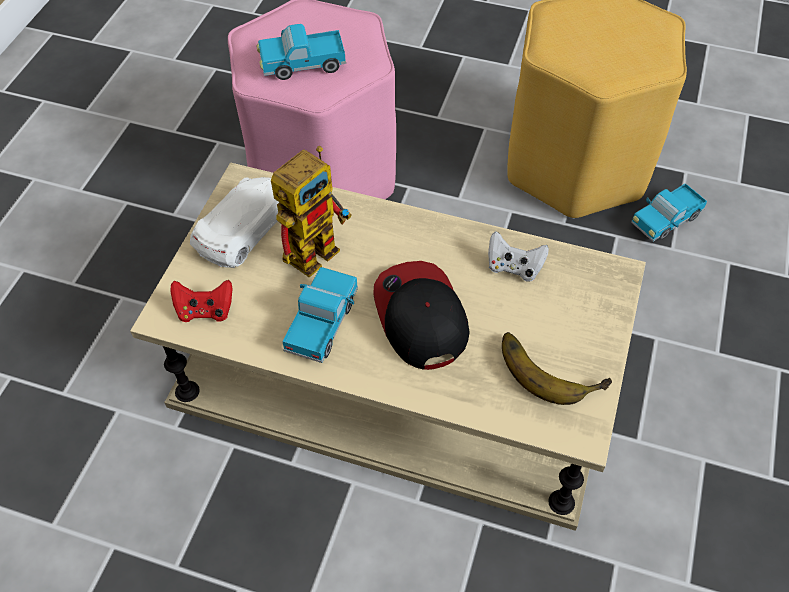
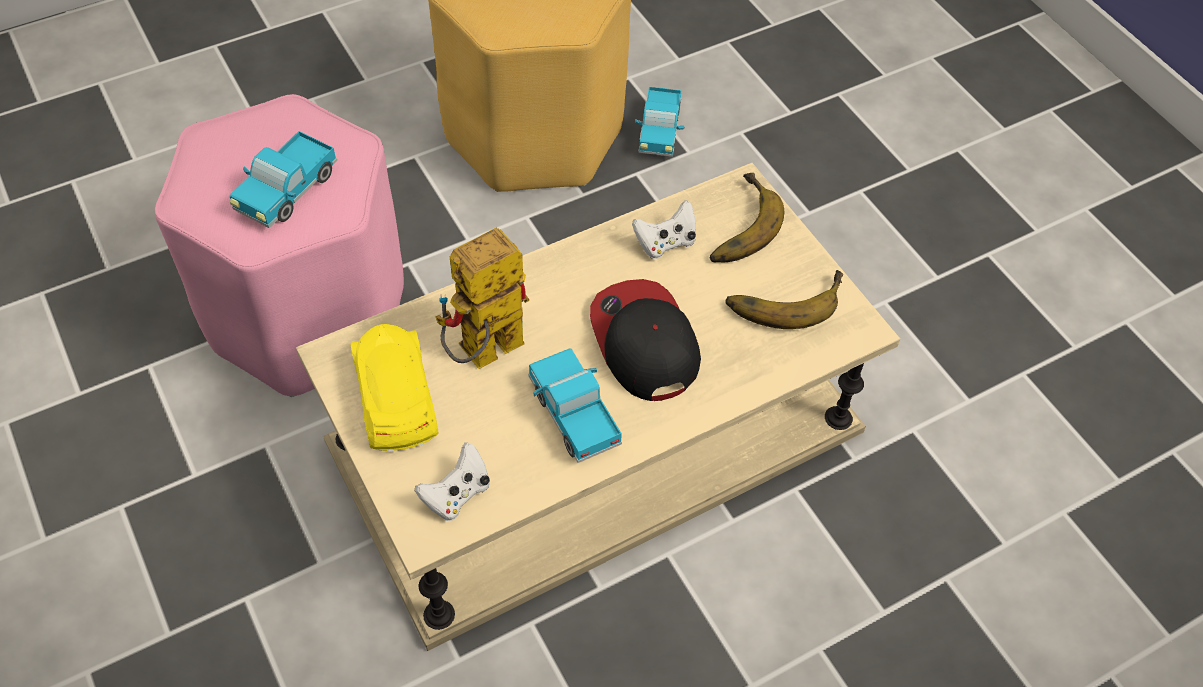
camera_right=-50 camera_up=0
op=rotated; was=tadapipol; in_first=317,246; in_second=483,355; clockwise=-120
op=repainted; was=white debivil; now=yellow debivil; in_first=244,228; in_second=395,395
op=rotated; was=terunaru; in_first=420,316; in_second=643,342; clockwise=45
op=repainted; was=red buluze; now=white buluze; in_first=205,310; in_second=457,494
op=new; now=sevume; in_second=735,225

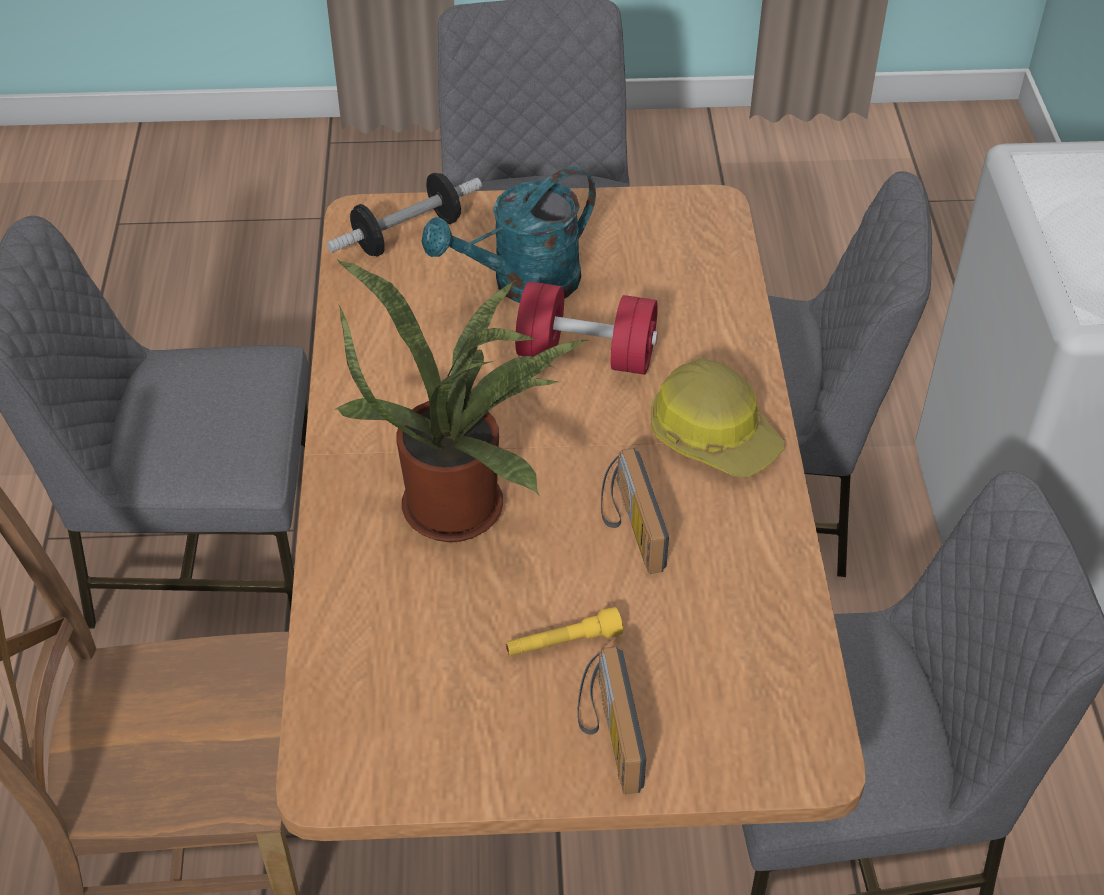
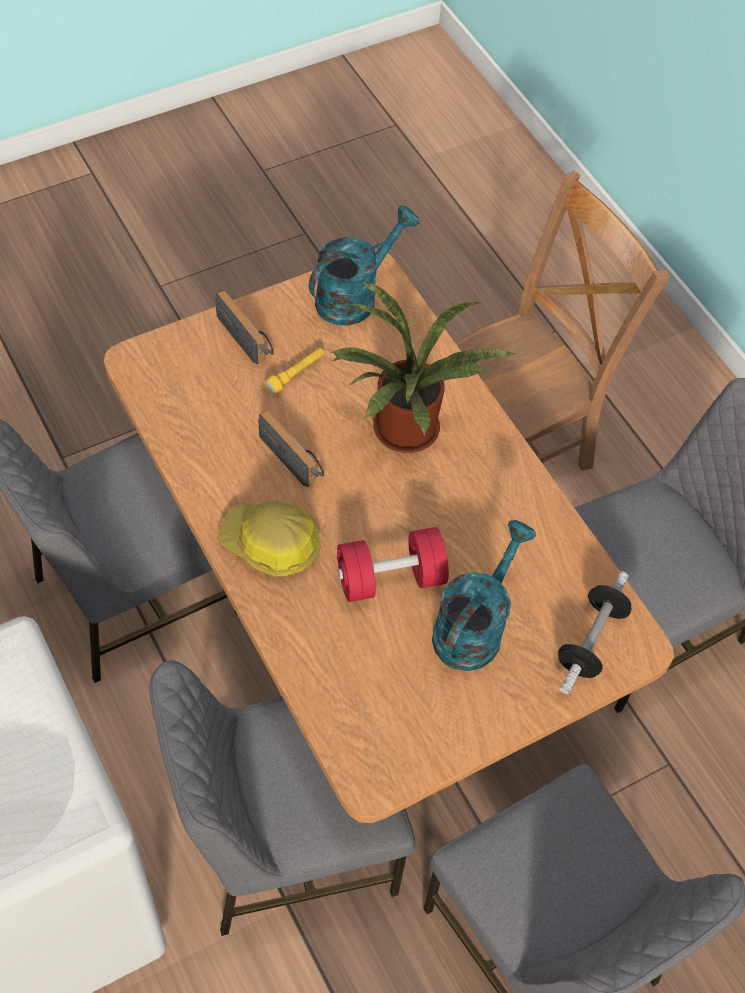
camera_right=150 camera_up=10
op=new; now=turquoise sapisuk; in_second=354,295

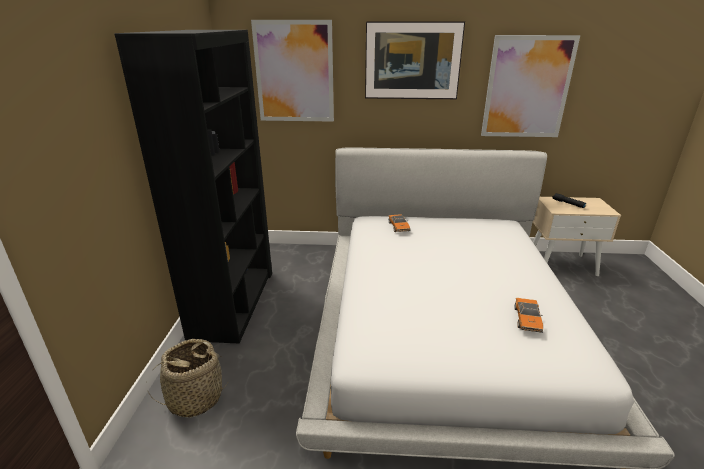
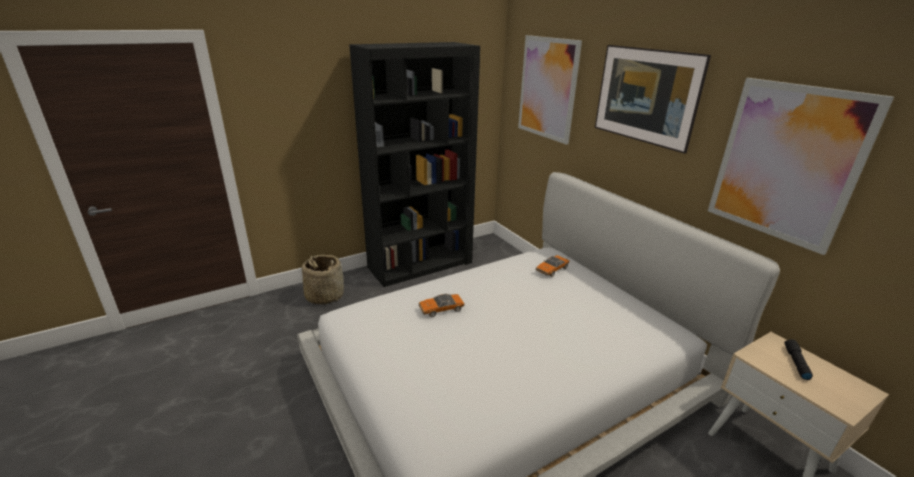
camera_right=55 camera_up=0
op=shifted; was=debivil; in_first=527,320; in_second=441,309

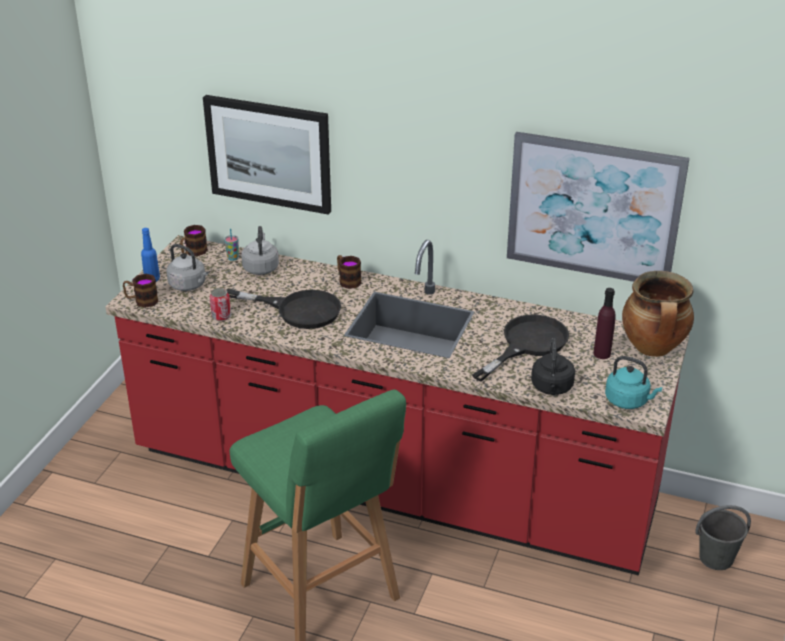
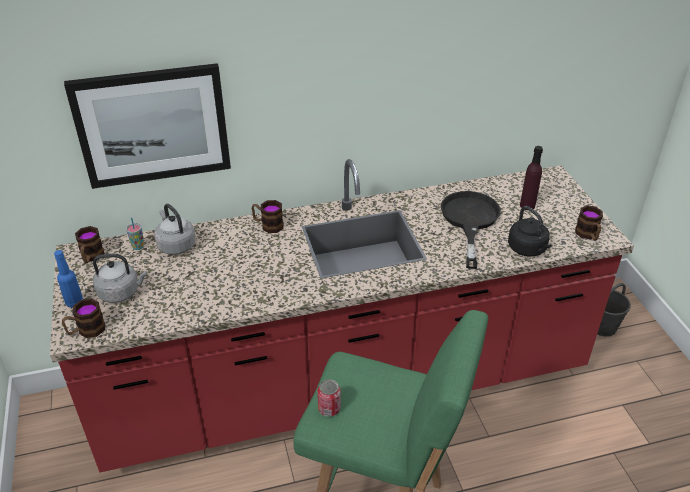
camera_right=-35 camera_up=5
op=gone; was=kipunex; in_first=593,209
op=gone; was=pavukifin; in_first=653,349
op=shifted; was=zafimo; in_first=221,316; in_second=329,408
op=gone; was=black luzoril; in_first=298,310
op=swapped; was=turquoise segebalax; now=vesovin; in_first=628,401; in_second=588,235

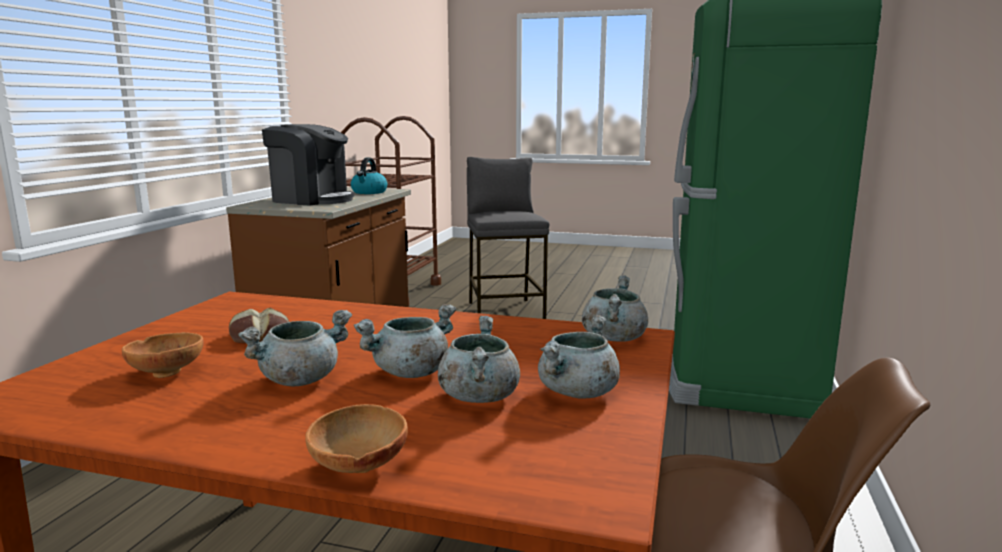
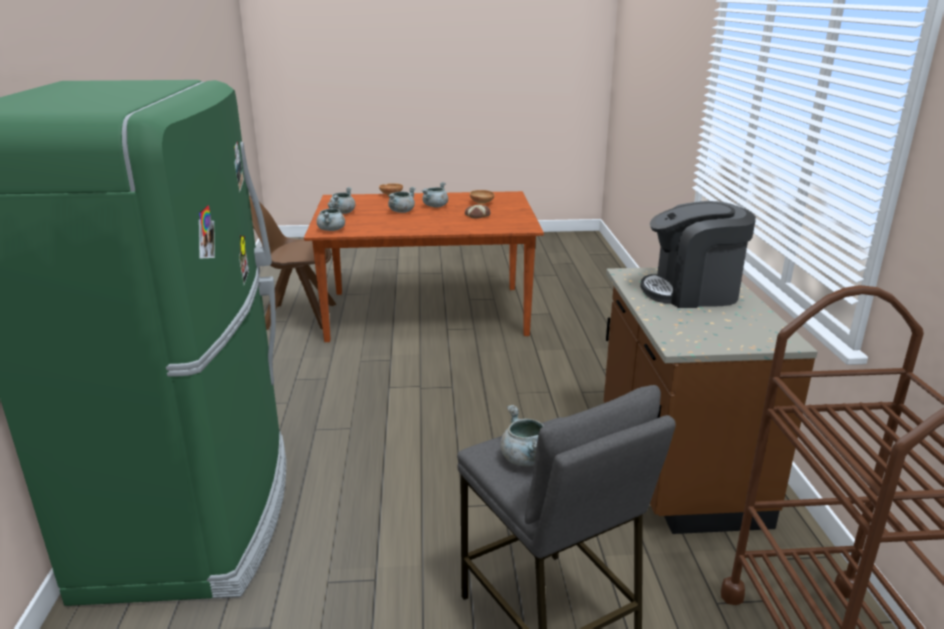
camera_right=160 camera_up=10
op=gone; was=segebalax; in_first=369,192
op=shifted; was=grey pavukifin; in_first=479,396; in_second=526,459

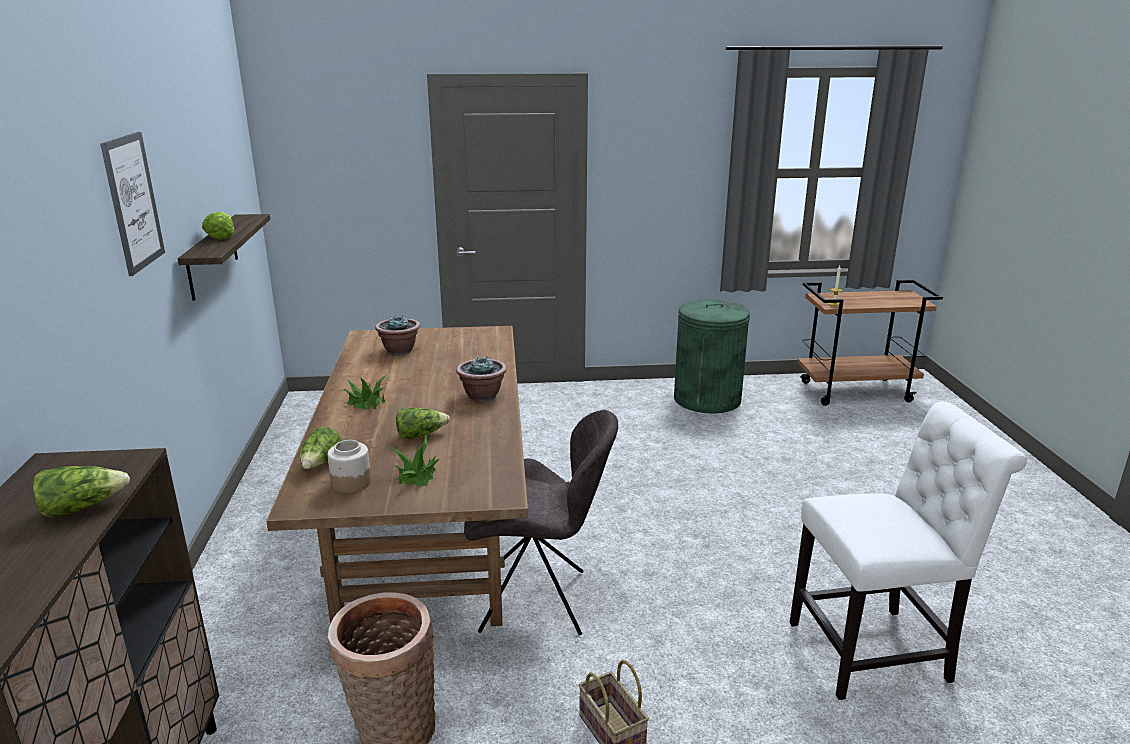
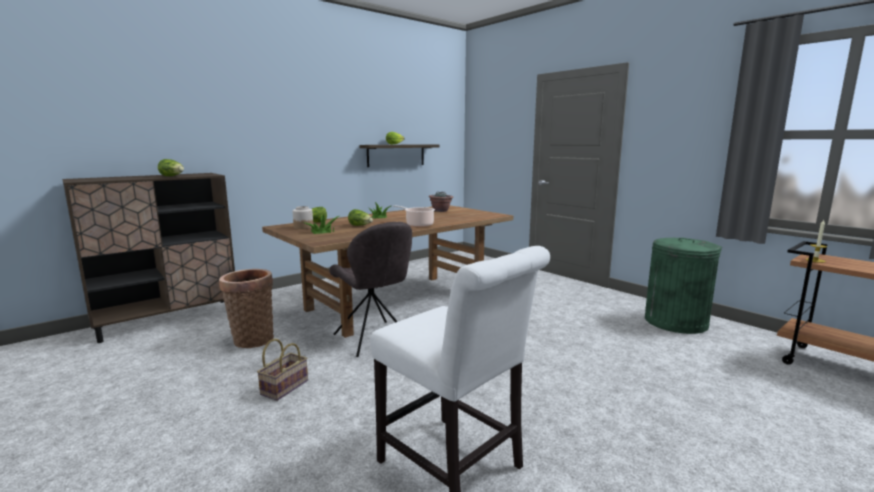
camera_right=55 camera_up=-10
op=gone; was=kipunex; in_first=133,202
op=swapped; was=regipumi; now=pavukifin; in_first=482,396; in_second=418,225

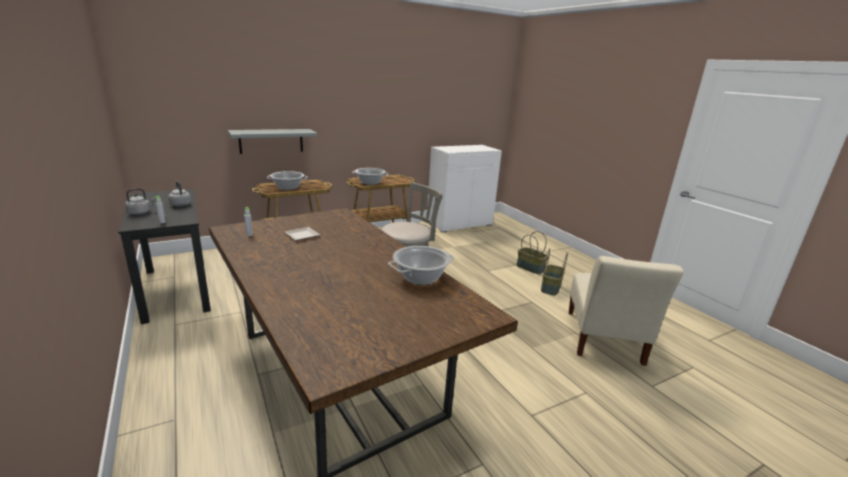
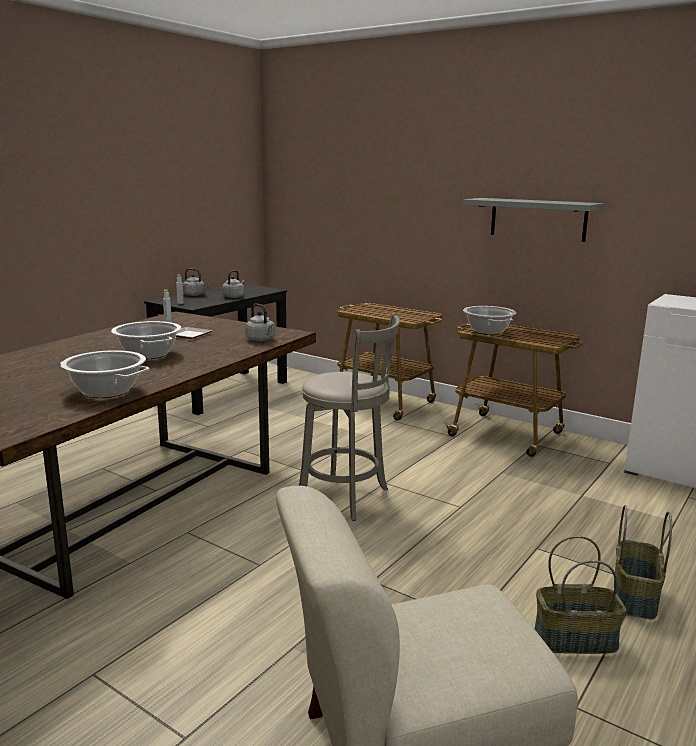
camera_right=65 camera_up=-5
op=shifted; was=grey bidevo; in_first=271,141; in_second=538,219
op=shifted; was=pavukifin; in_first=288,187; in_second=148,354
op=new; now=grey segebalax; in_second=261,340

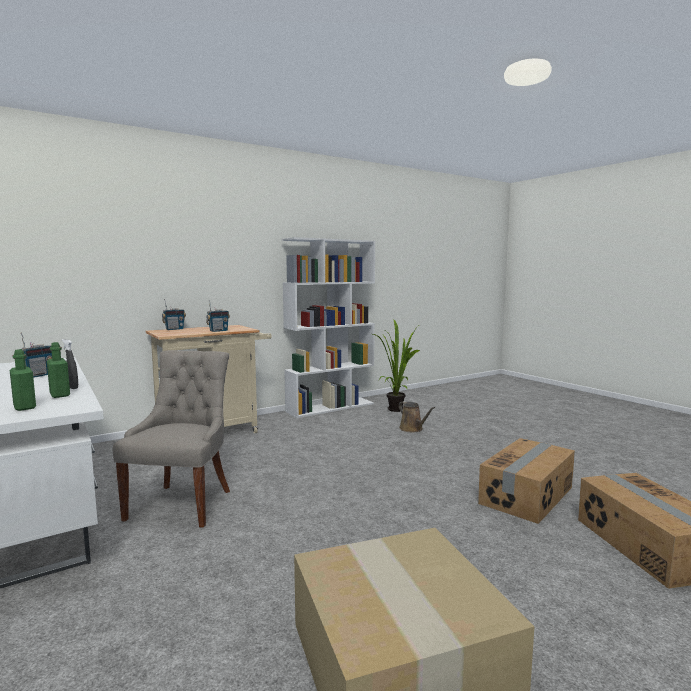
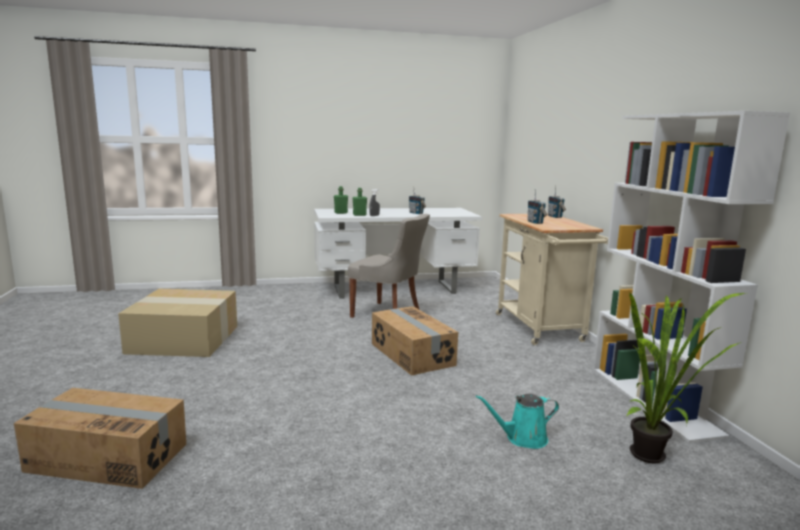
camera_right=110 camera_up=5
op=repainted; was=brown sapisuk; now=turquoise sapisuk; in_first=412,429; in_second=522,438
op=shifted; was=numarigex; in_first=527,495; in_second=411,354

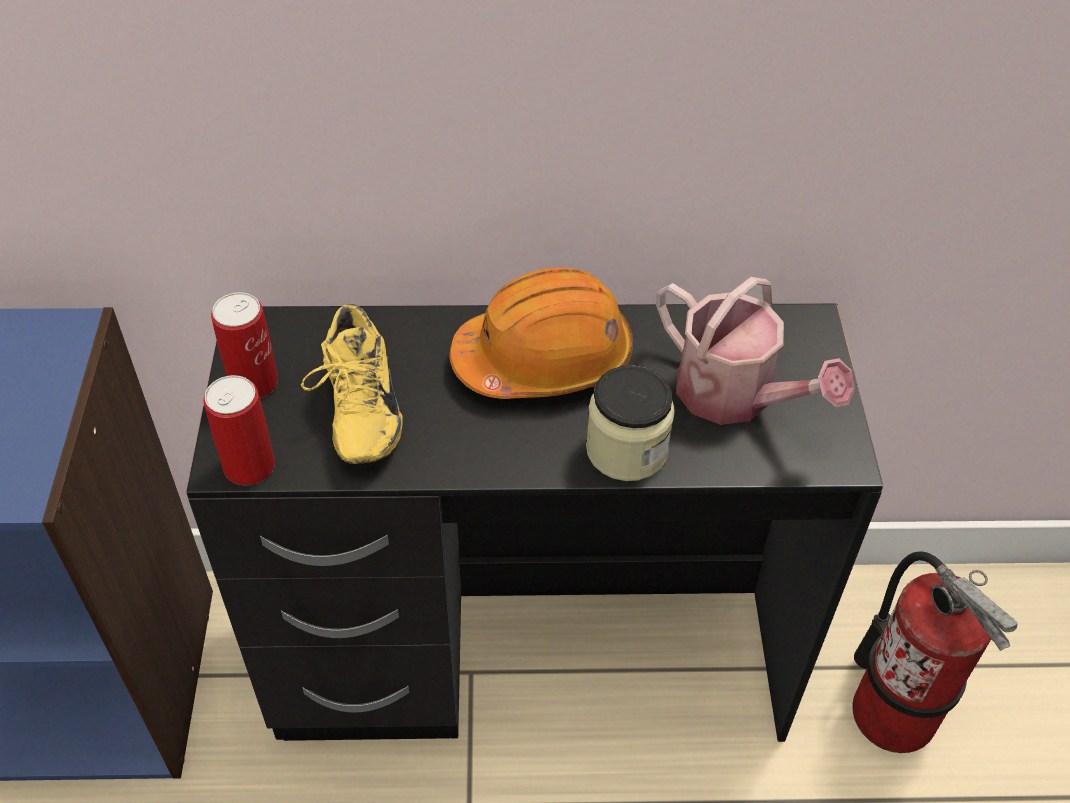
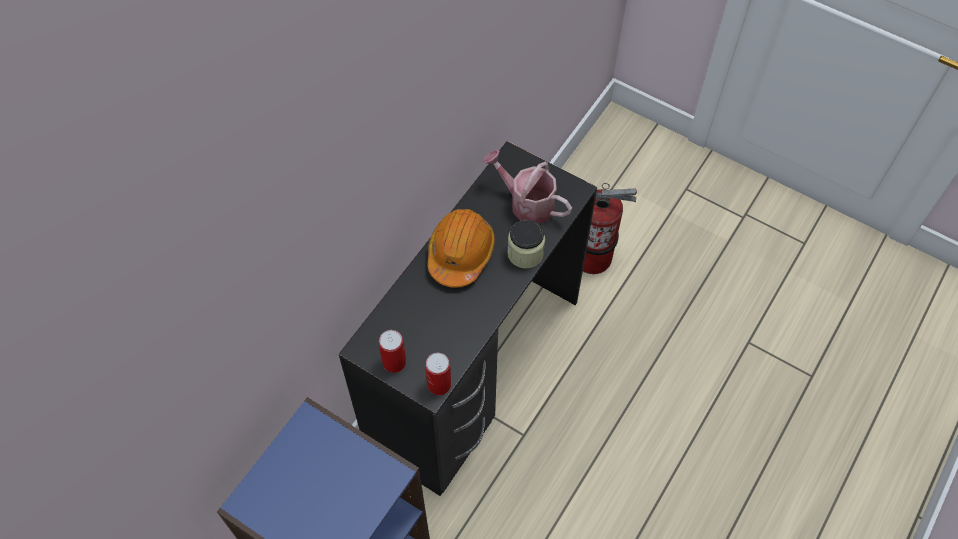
camera_right=-55 camera_up=10
op=rotated; was=sapisuk; in_first=736,396; in_second=526,203; clockwise=-135
op=gone; was=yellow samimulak; in_first=356,411

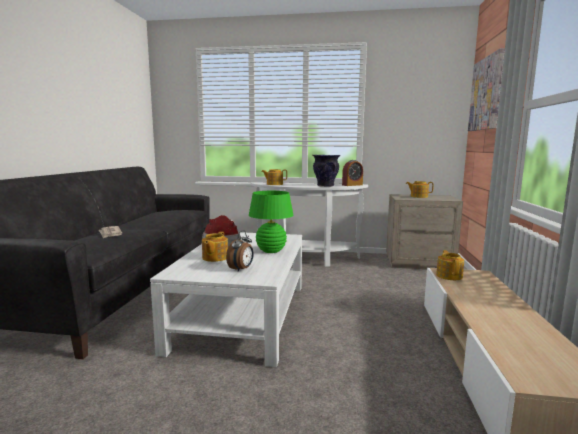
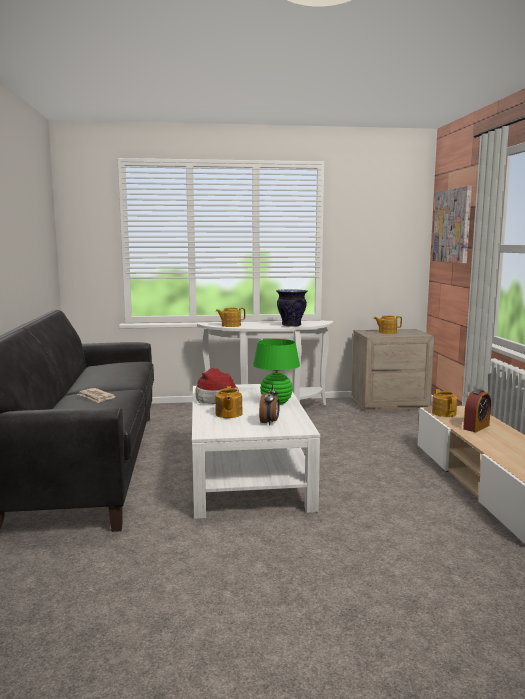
camera_right=-15 camera_up=0
op=shifted; was=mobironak; in_first=352,185; in_second=476,427

